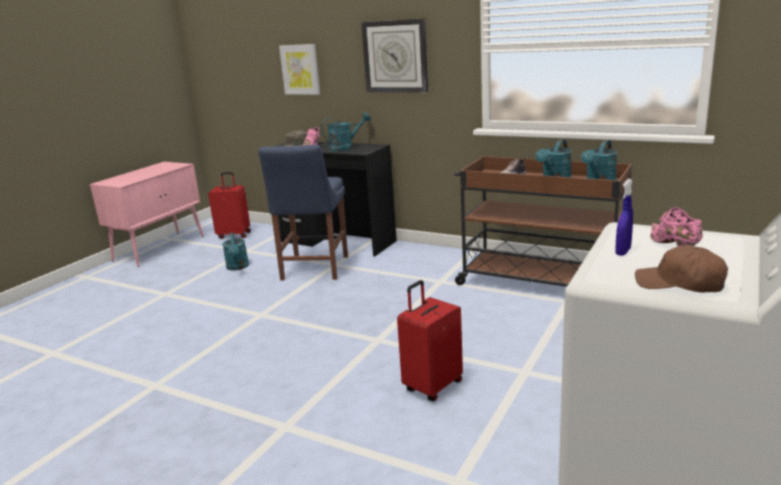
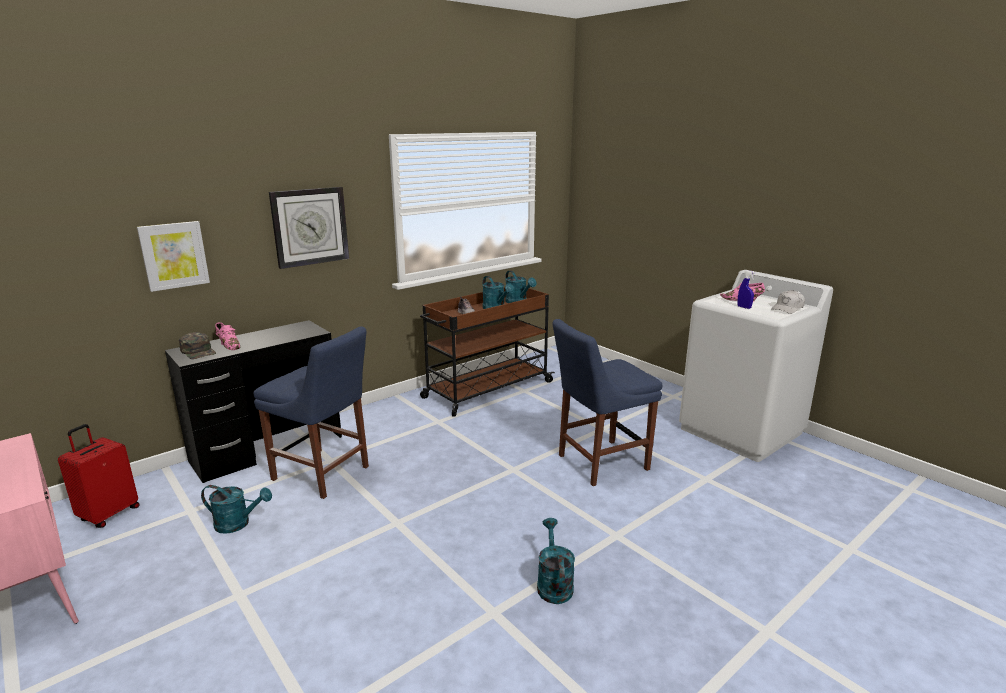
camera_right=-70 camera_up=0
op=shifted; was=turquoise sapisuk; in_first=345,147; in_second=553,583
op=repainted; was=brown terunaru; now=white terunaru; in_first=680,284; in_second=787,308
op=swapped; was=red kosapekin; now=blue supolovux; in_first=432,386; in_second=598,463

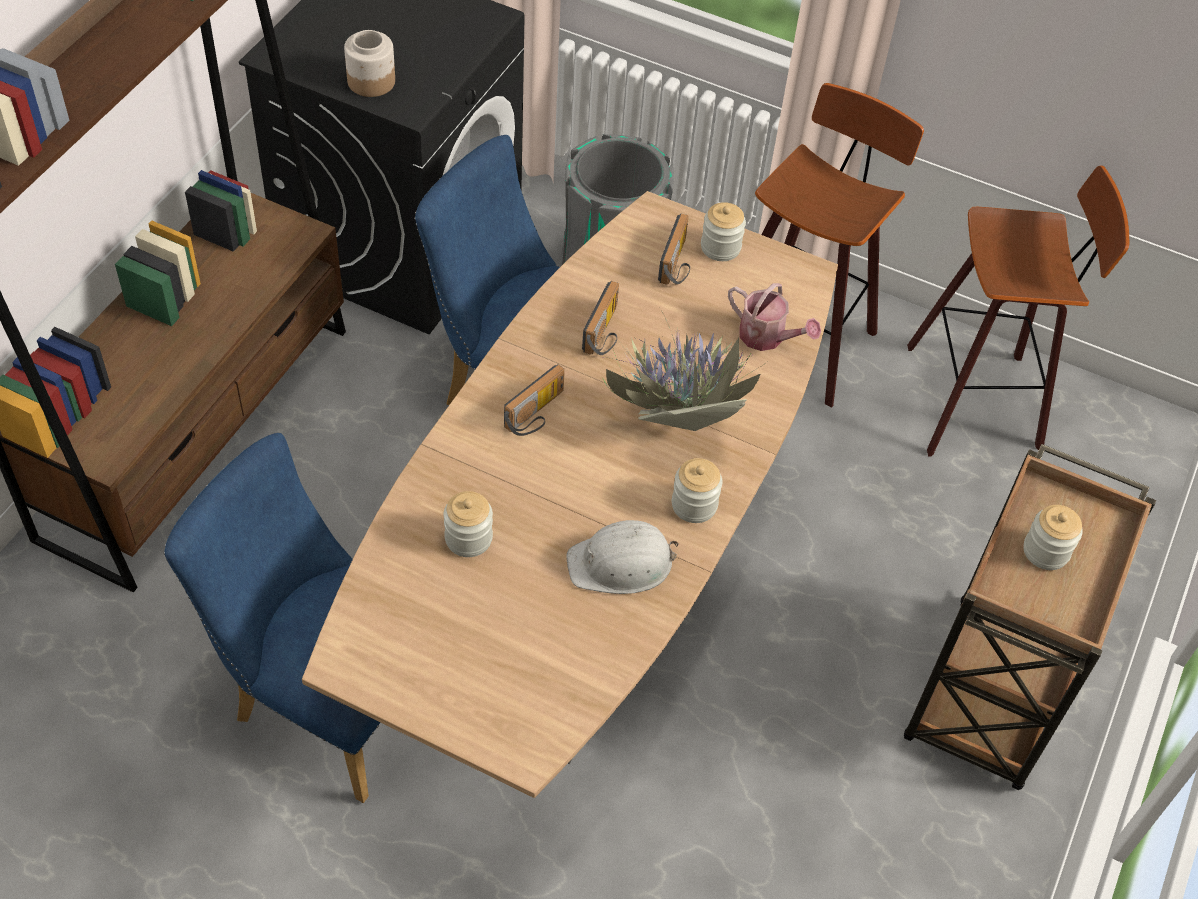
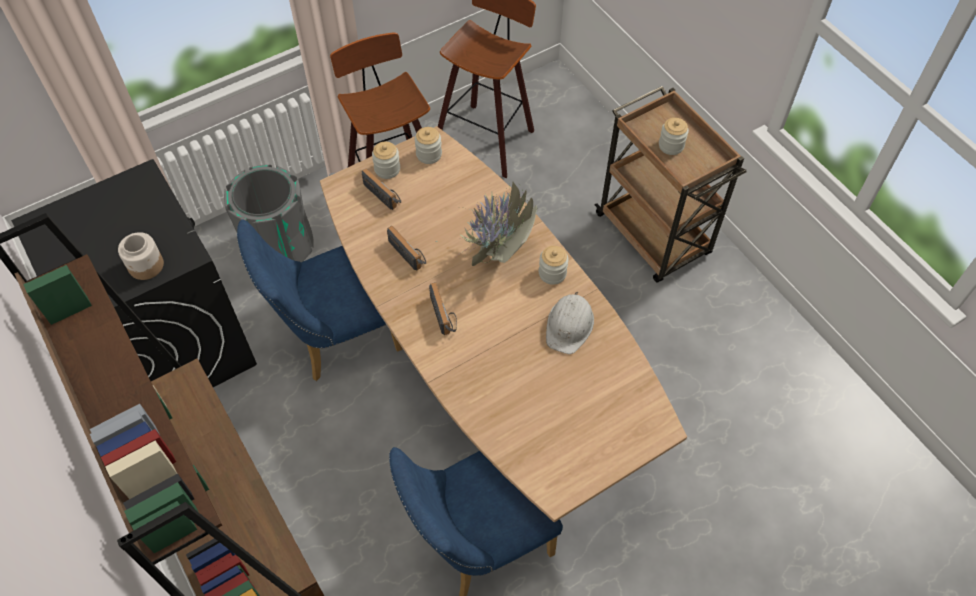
camera_right=-55 camera_up=5
op=gone; was=sapisuk; in_first=767,337
op=shifted; was=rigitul; in_first=468,538; in_second=429,154

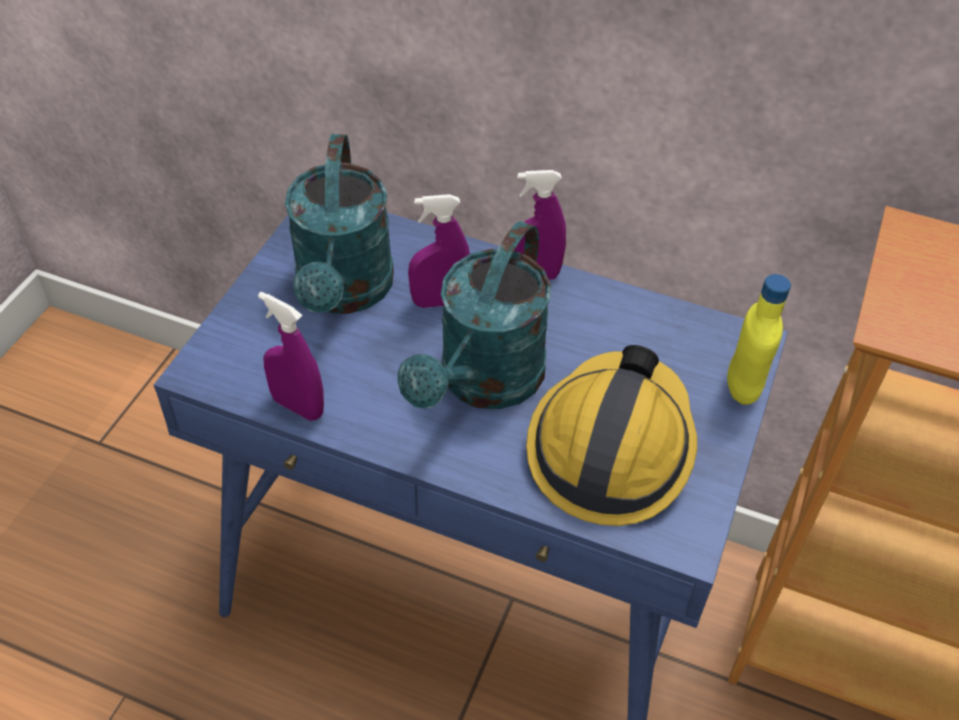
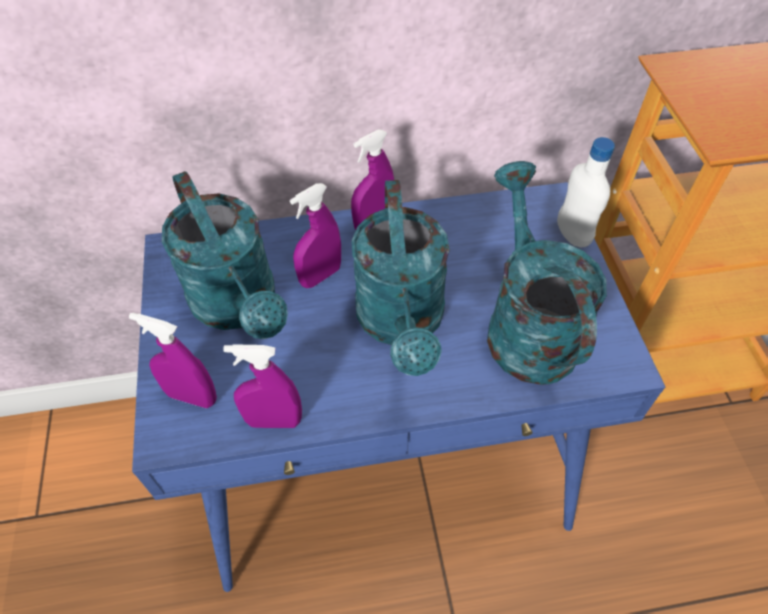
camera_right=-30 camera_up=5
op=repainted; was=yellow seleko; now=white seleko; in_first=742,387; in_second=572,235
op=swapped; was=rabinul; now=turquoise sapisuk; in_first=610,447; in_second=525,324
op=new; now=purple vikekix; in_second=192,397

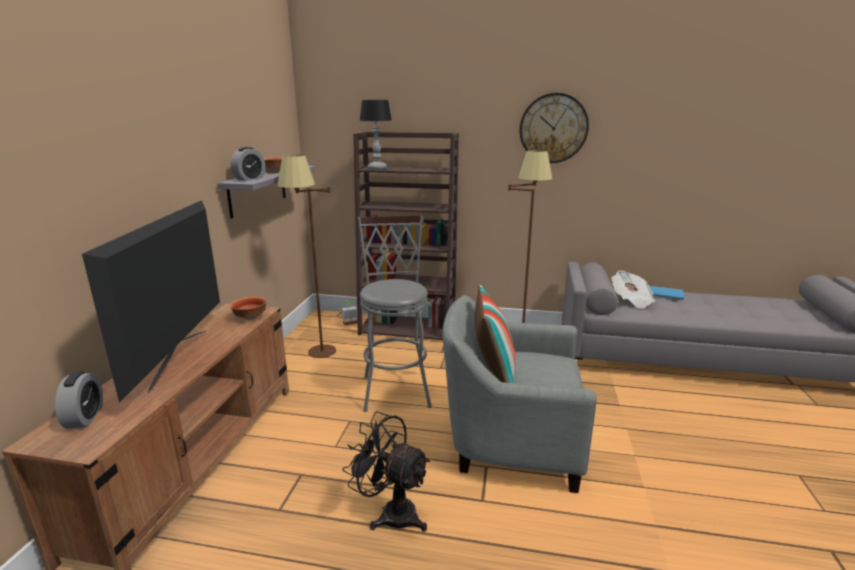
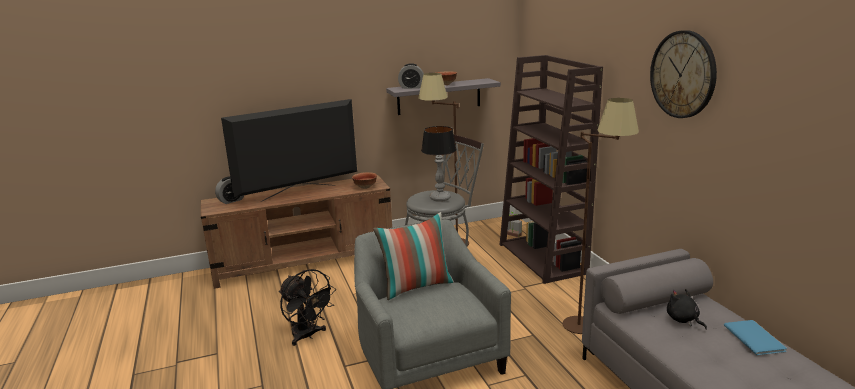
camera_right=60 camera_up=0
op=shifted; was=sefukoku; in_first=377,168; in_second=440,198
op=swapped; was=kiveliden; now=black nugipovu; in_first=631,300; in_second=683,320
op=rotated; was=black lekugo; in_first=391,512; in_second=307,336; clockwise=135

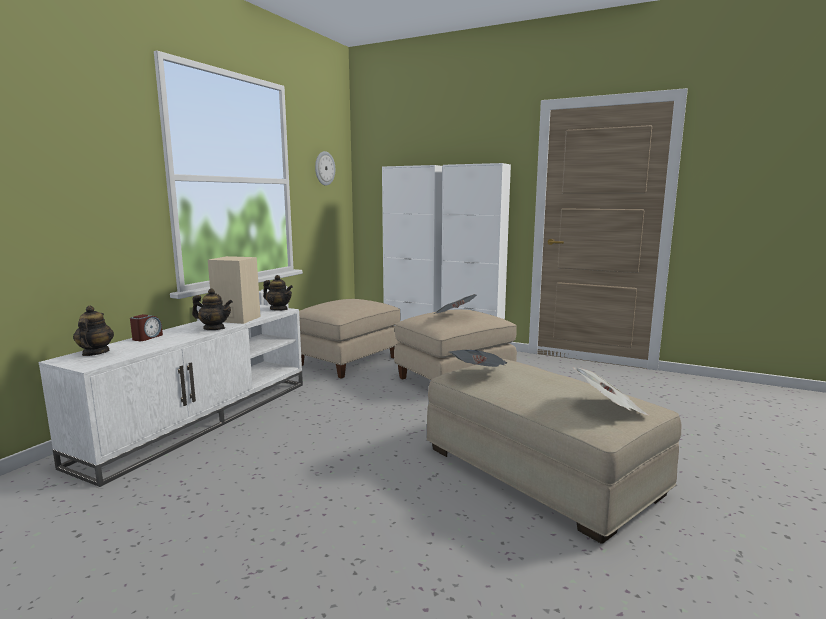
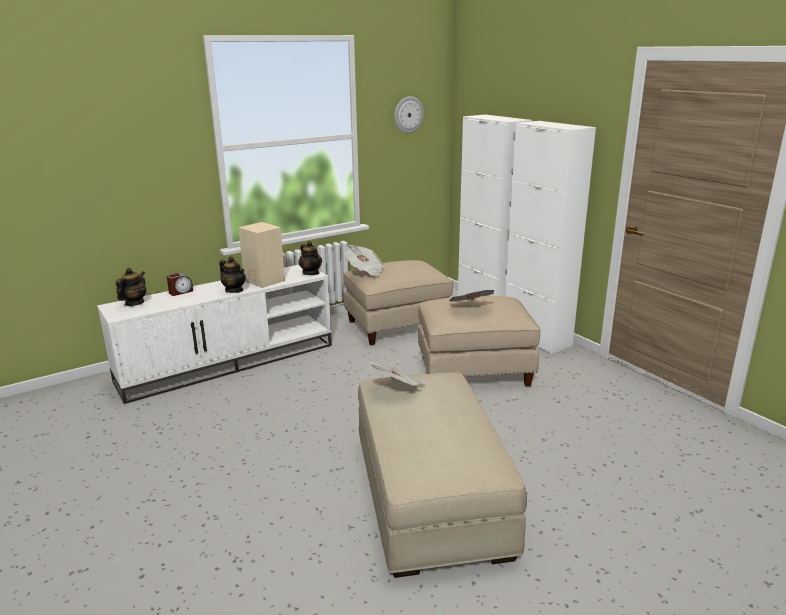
camera_right=30 camera_up=10
op=shifted; was=kiveliden; in_first=609,409; in_second=365,271

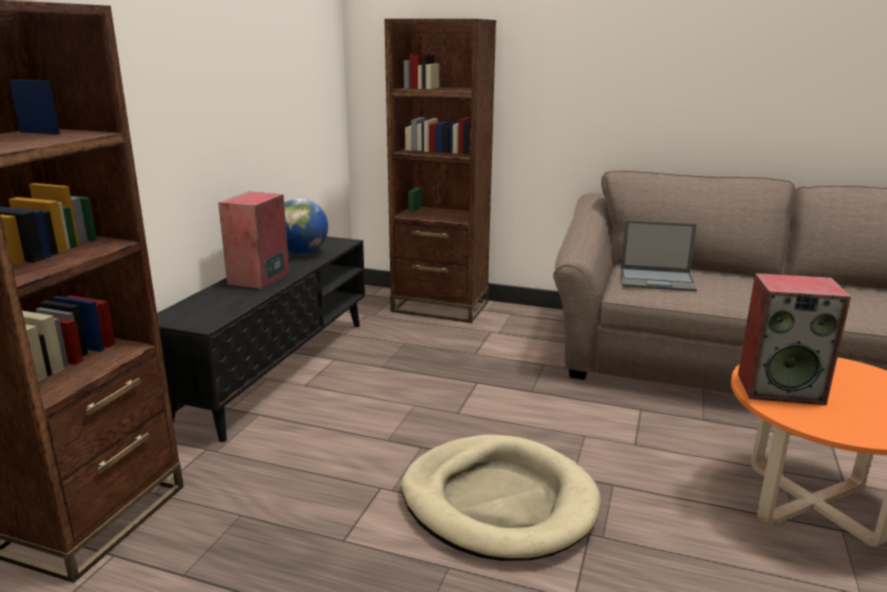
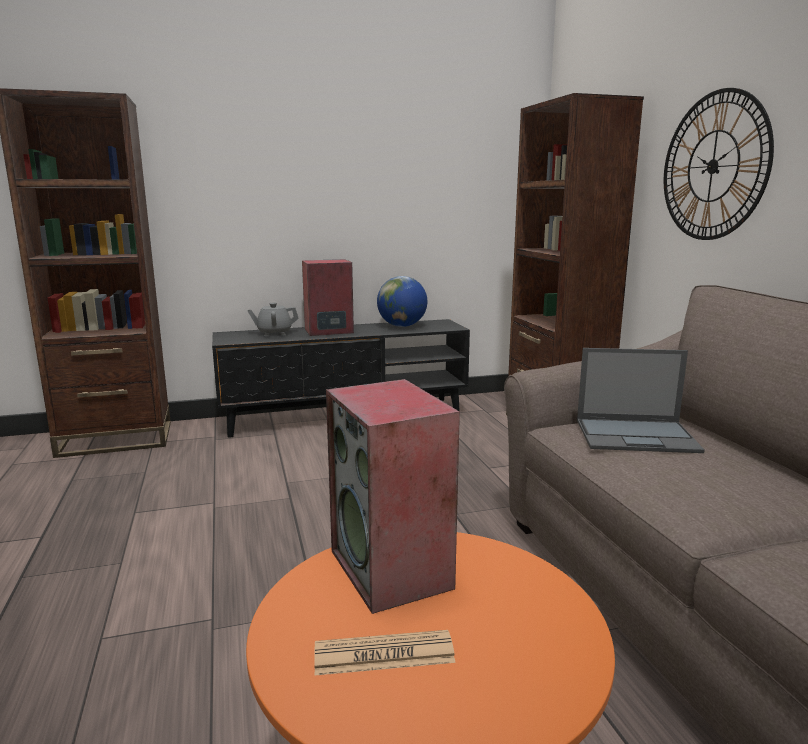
camera_right=55 camera_up=-5
op=rotated; was=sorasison; in_first=657,280; in_second=637,436; clockwise=-60
op=gone; was=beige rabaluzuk; in_first=498,502
op=new; now=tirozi; in_second=713,166
op=new; now=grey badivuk; in_second=274,333
op=new; now=kiveliden; in_second=384,654

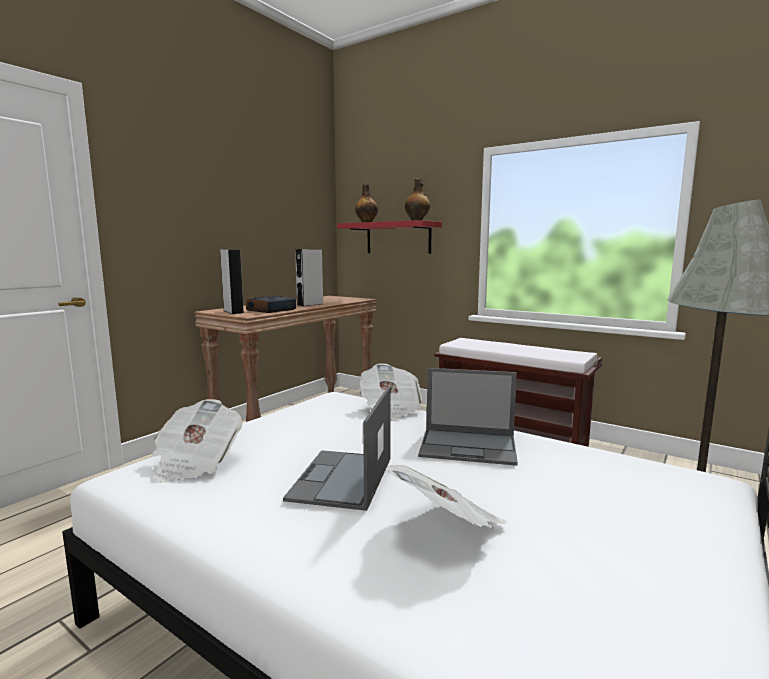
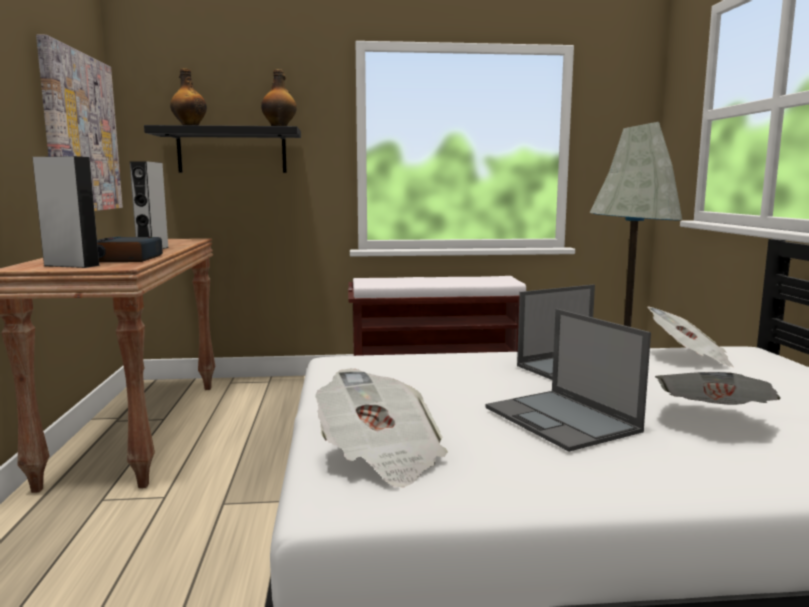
camera_right=-40 camera_up=0
op=repainted; was=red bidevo; now=black bidevo; in_first=398,238; in_second=232,151
op=shifted; was=kiveliden; in_first=391,408; in_second=689,358
op=new; now=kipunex; in_second=80,133

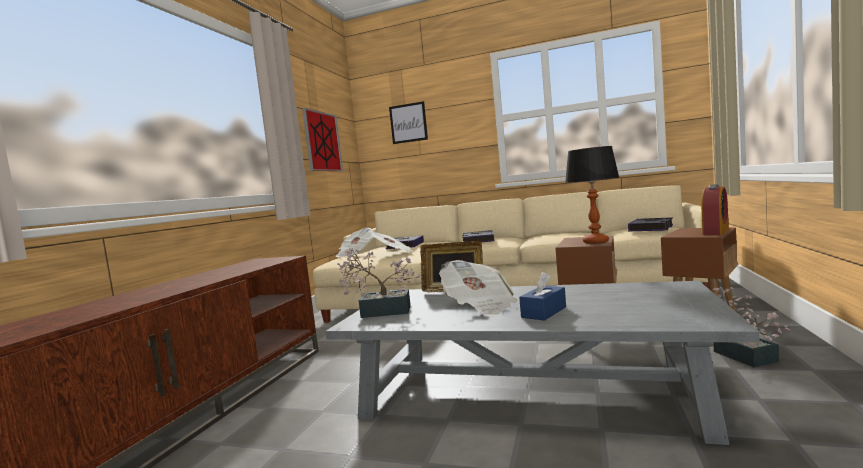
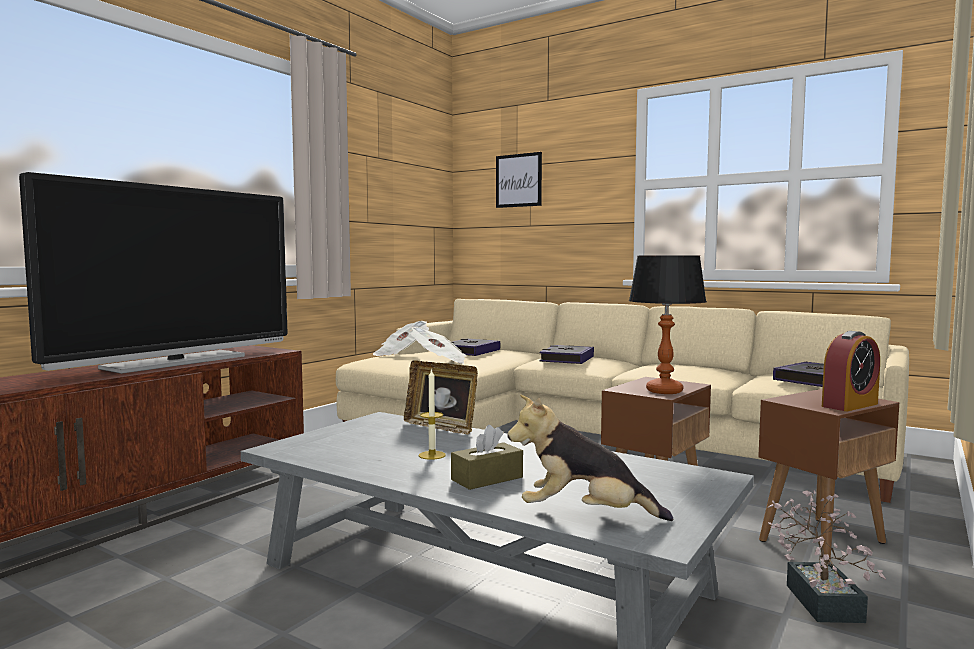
camera_right=15 camera_up=0
op=gone; was=kipunex; in_first=322,141
op=gone; was=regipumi; in_first=379,312
op=swapped; was=kiveliden; now=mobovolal; in_first=479,307; in_second=432,455
op=repainted; was=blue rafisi; now=brown rafisi; in_first=544,312; in_second=487,478
op=new; now=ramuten; in_second=176,362
op=new; now=nugipovu; in_second=584,516

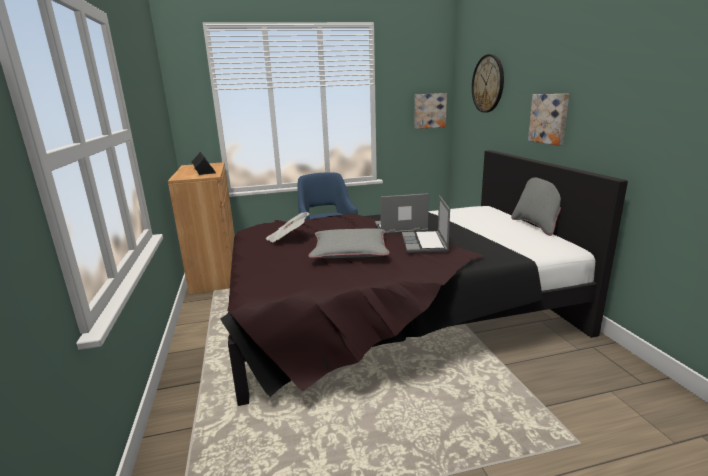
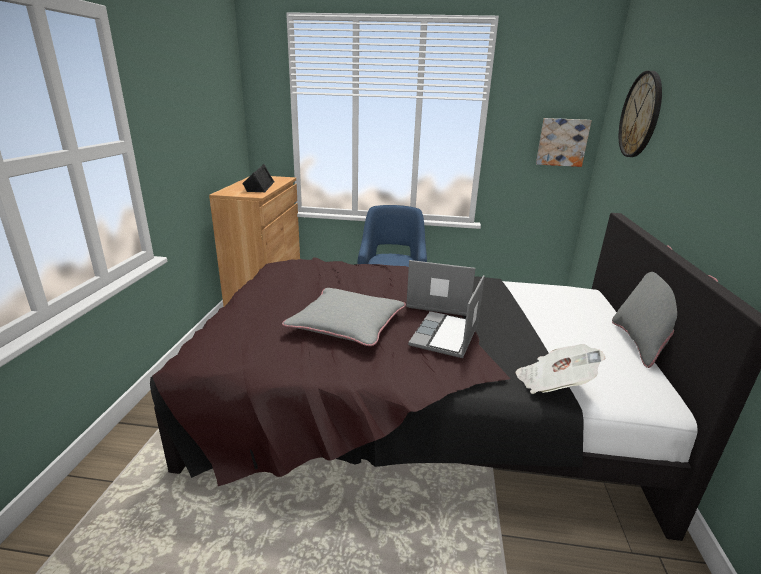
camera_right=20 camera_up=5
op=gone; was=kipunex; in_first=549,118
op=shifted; was=kiveliden; in_first=287,238; in_second=553,384

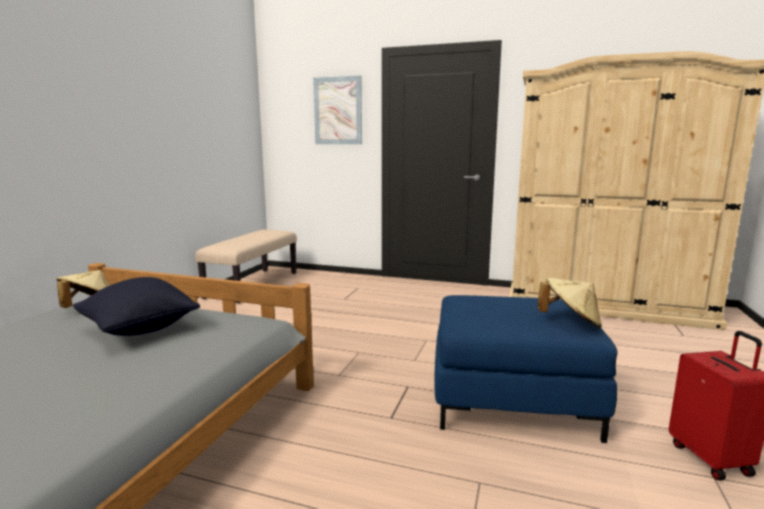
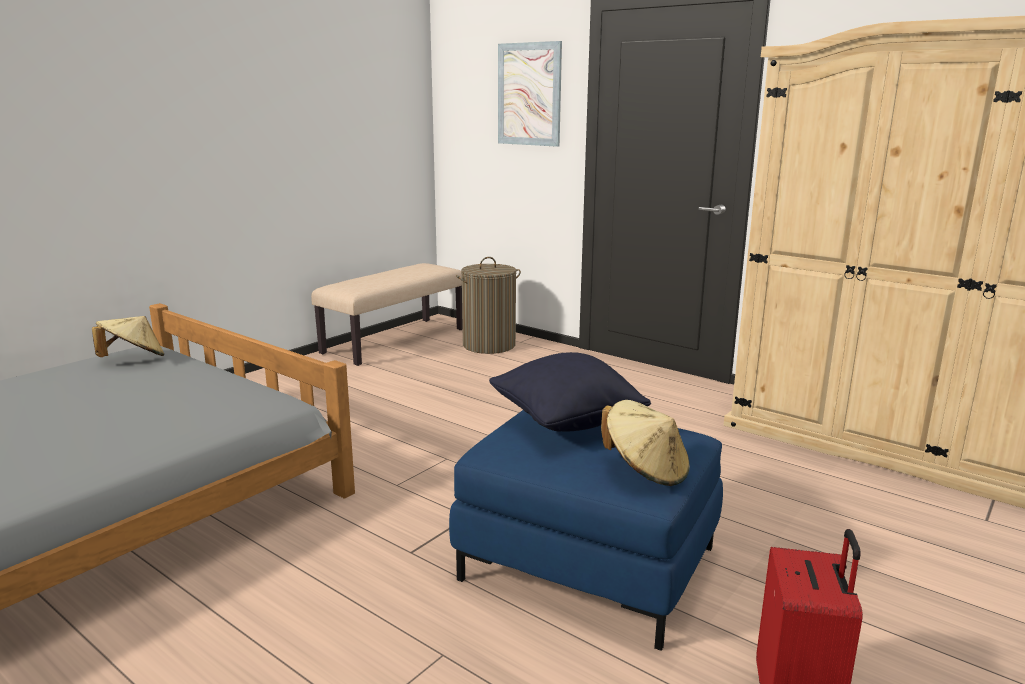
camera_right=20 camera_up=5
op=shifted; was=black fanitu; in_first=140,330; in_second=566,423
op=new; now=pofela; in_second=489,345

